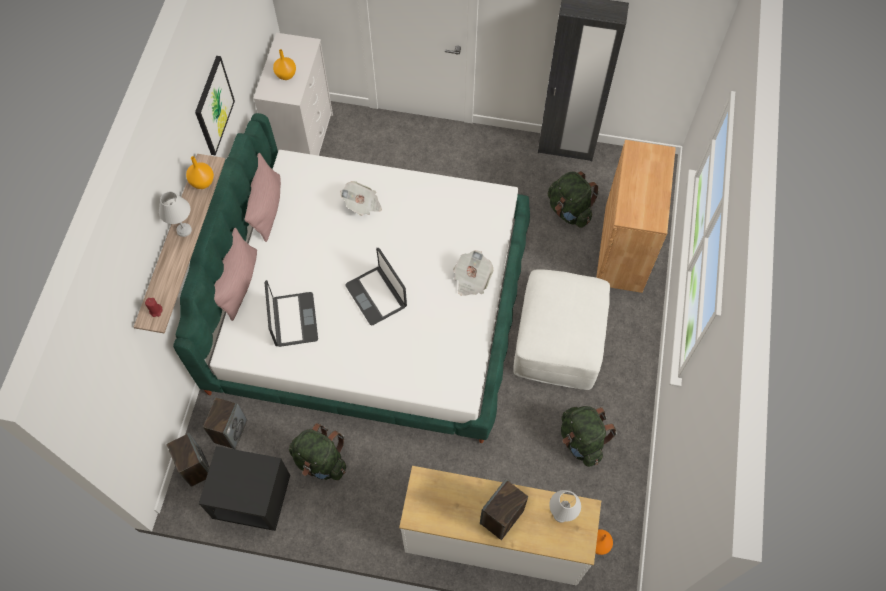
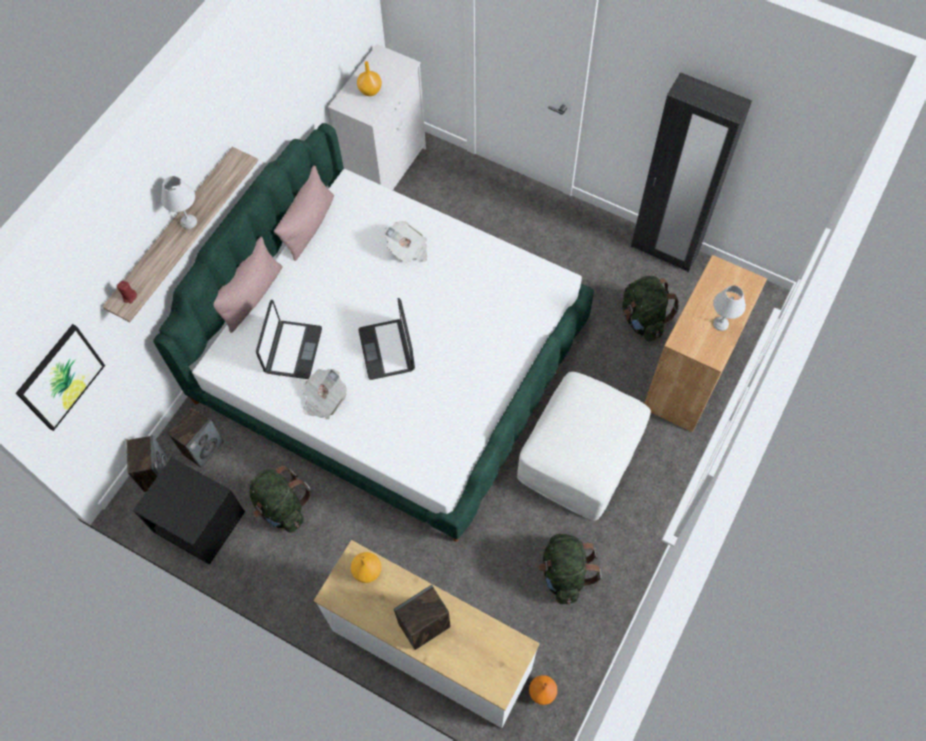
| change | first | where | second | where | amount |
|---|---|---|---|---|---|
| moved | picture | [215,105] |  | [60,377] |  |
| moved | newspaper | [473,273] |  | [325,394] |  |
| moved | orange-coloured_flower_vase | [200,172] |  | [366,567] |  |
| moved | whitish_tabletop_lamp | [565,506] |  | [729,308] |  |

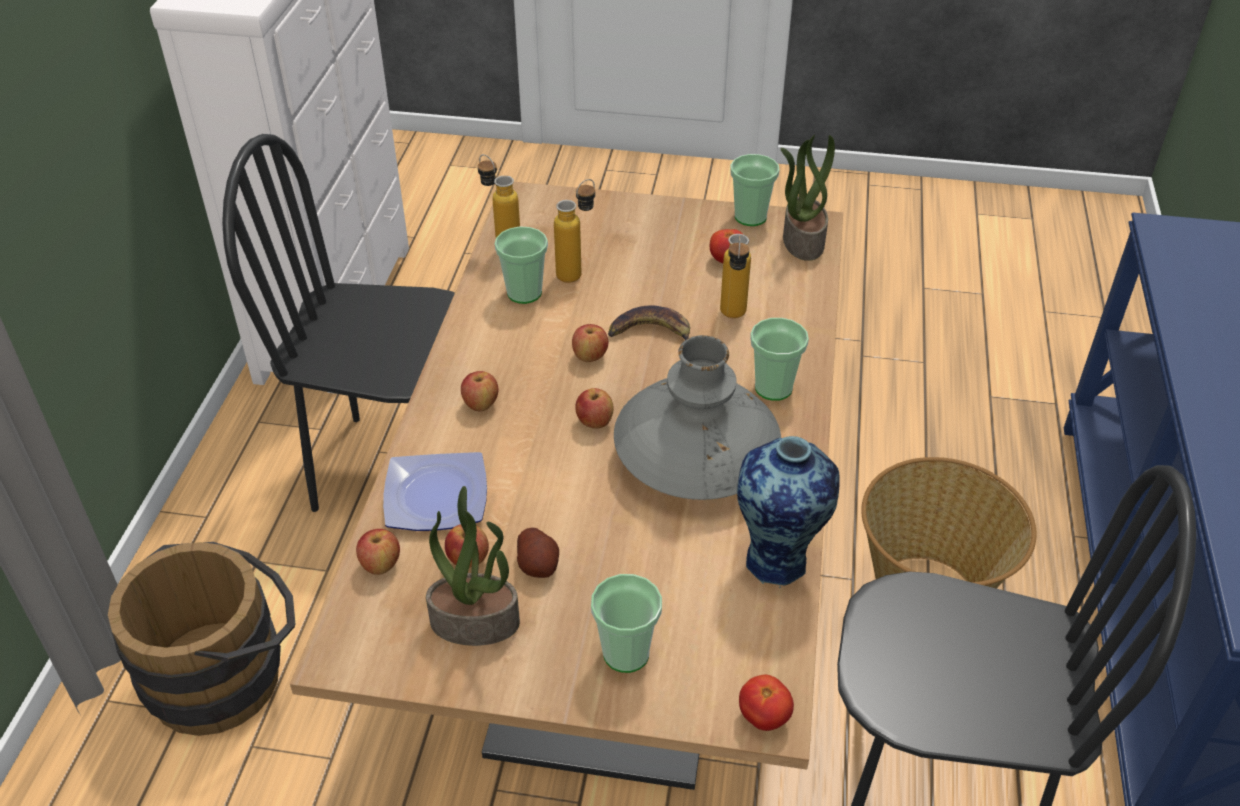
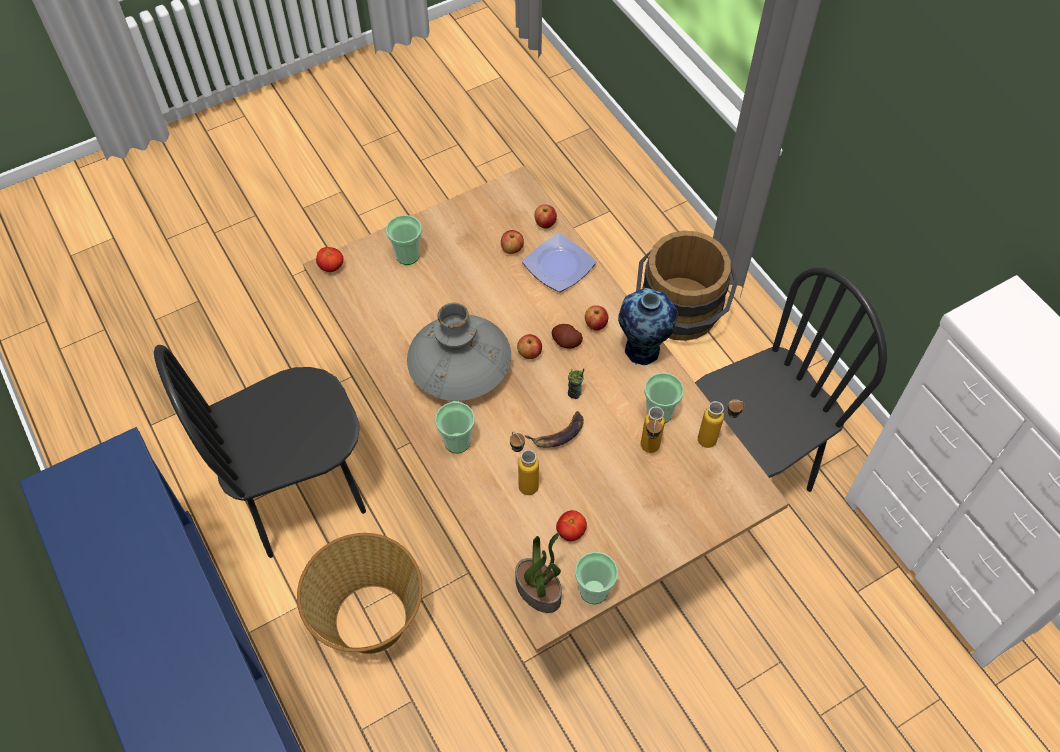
| change | first | where | second | where | amount |
|---|---|---|---|---|---|
| moved | spud | [538,553] |  | [567,336] |  |
| replaced | apple_fruit | [590,343] | cup | [576,383] |  |
| moved | flower_vase | [788,512] |  | [648,326] |  |
| removed | potted_plant | [473,566] |  |  |  |

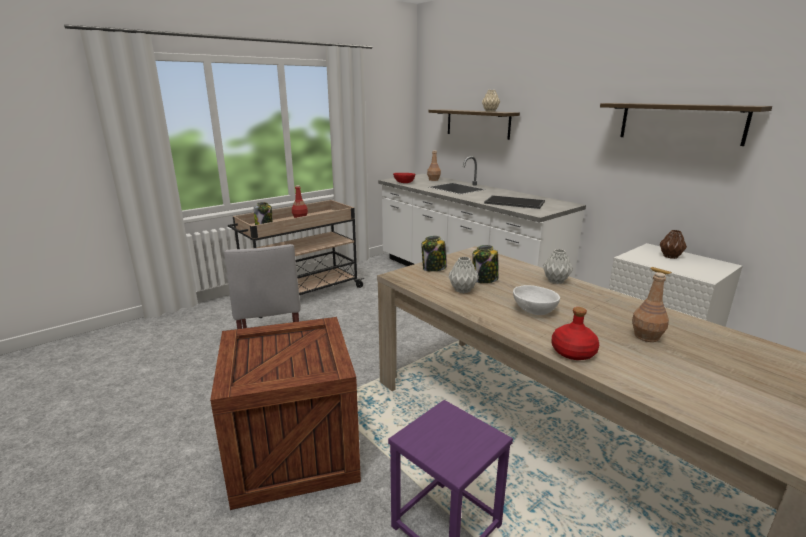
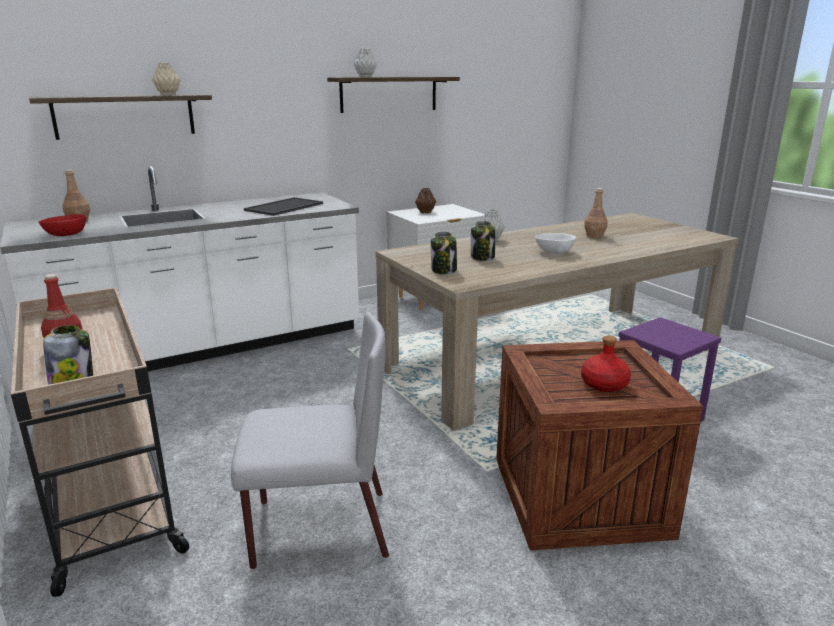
| change | first | where | second | where | amount |
|---|---|---|---|---|---|
| moved | grey_flower_vase | [464,275] |  | [365,62] |  |
| moved | red-coloured_beverage_bottle | [575,333] |  | [606,364] |  |

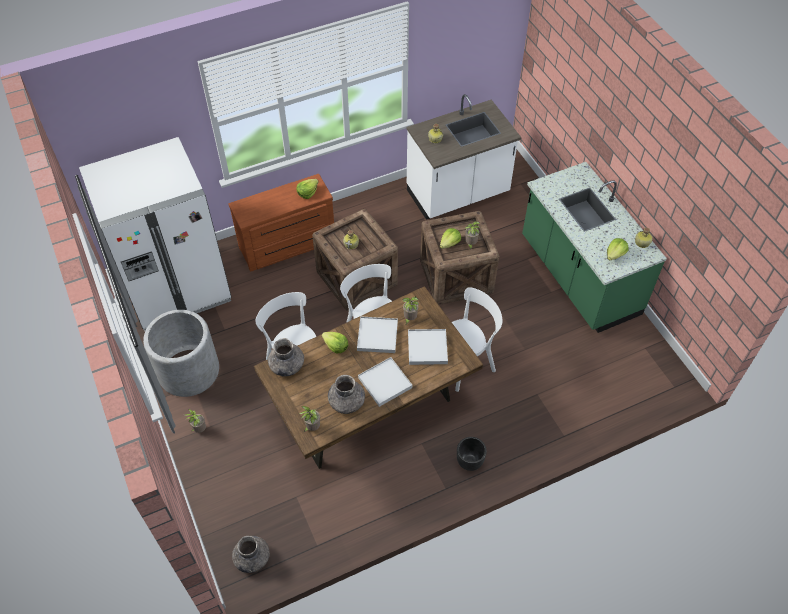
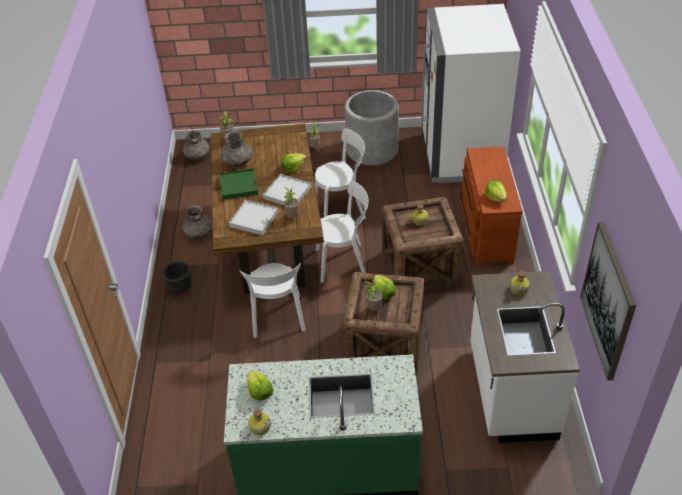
| change | first | where | second | where | amount |
|---|---|---|---|---|---|
| moved | grey_flower_vase | [286,357] |  | [197,222] |  |
| recoloured | whitish_carrying_tray | [385,382] | greenish_carrying_tray | [238,184] |  |
| added |  |  | picture | [608,301] |  |

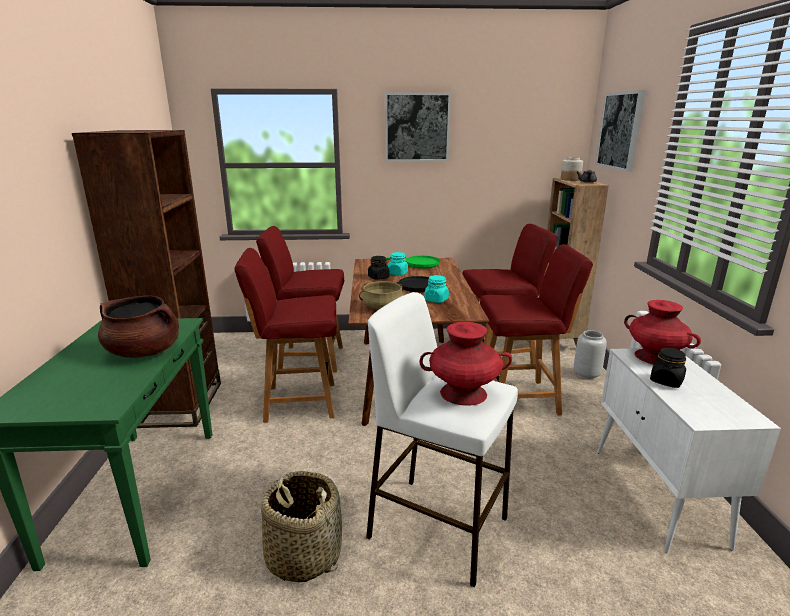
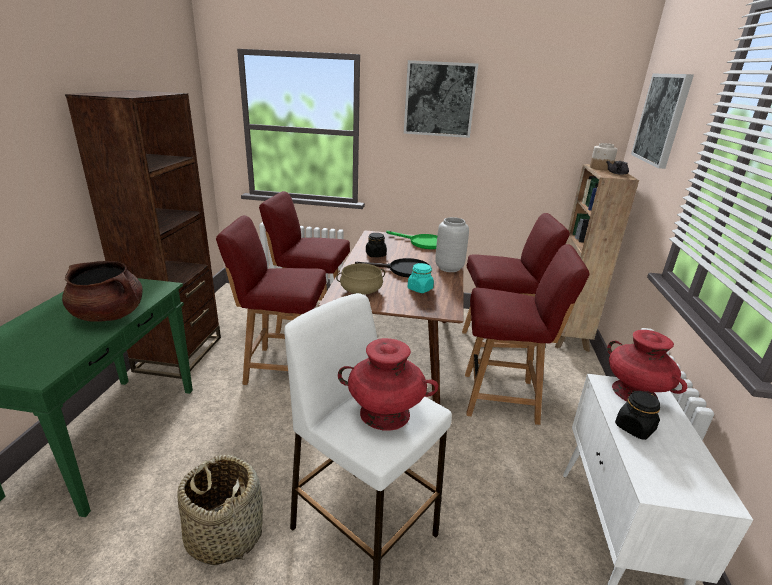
| change | first | where | second | where | amount |
|---|---|---|---|---|---|
| moved | grey_flower_vase | [590,354] |  | [452,244] |  |
| removed | blue-green_jar | [398,263] |  |  |  |

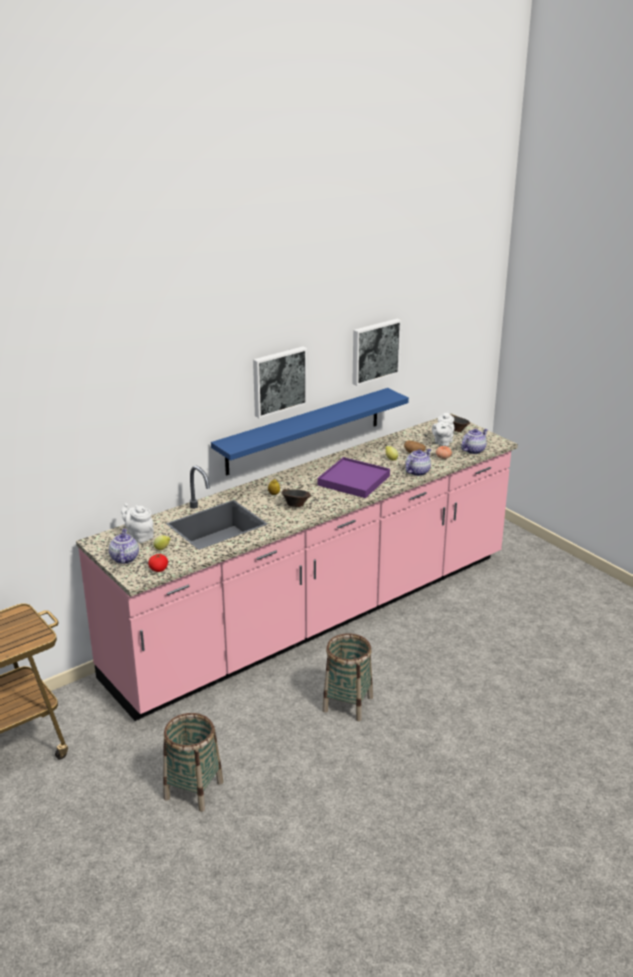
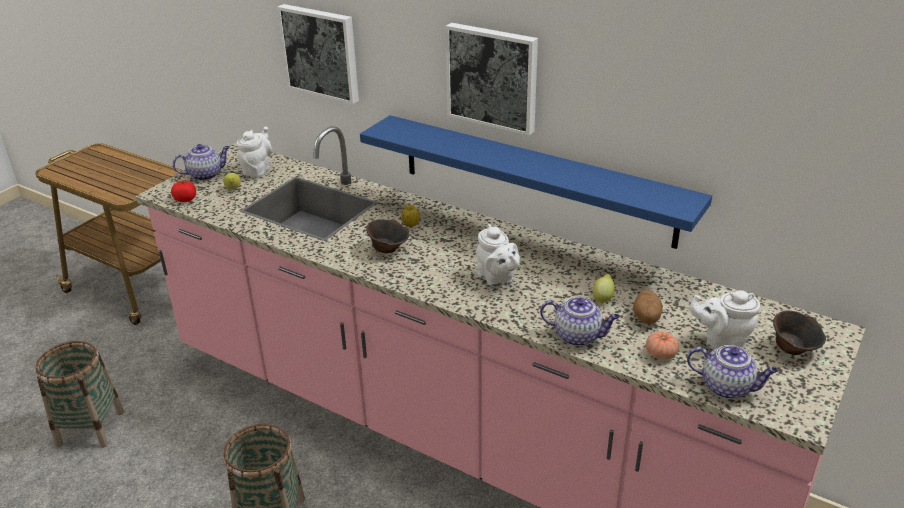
| change | first | where | second | where | amount |
|---|---|---|---|---|---|
| moved | picture | [377,352] |  | [318,54] |  |
| replaced | purplish_carrying_tray | [354,477] | whitish_pot_for_tea | [498,255] |  |

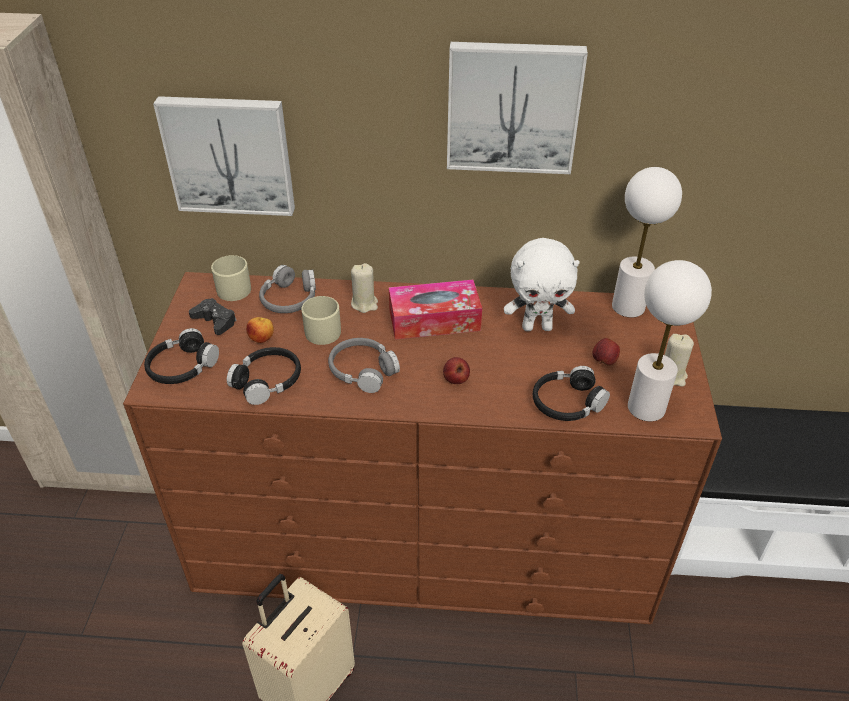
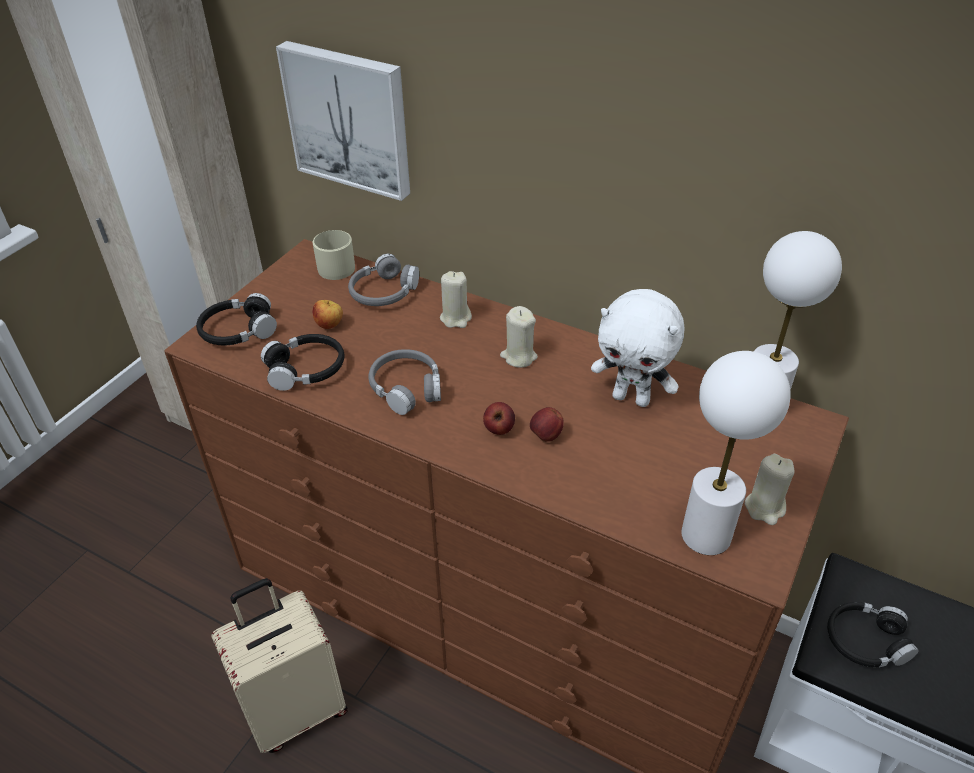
| change | first | where | second | where | amount |
|---|---|---|---|---|---|
| replaced | tissue_box | [435,309] | sand-coloured_wax_candle | [519,337] |  |
| moved | apple_fruit | [606,351] |  | [547,424] |  |
| moved | black_pair_of_headphones | [571,393] |  | [873,634] |  |
| removed | black_joypad | [213,316] |  |  |  |
| removed | sand-coloured_mug | [321,320] |  |  |  |
| removed | picture | [517,108] |  |  |  |

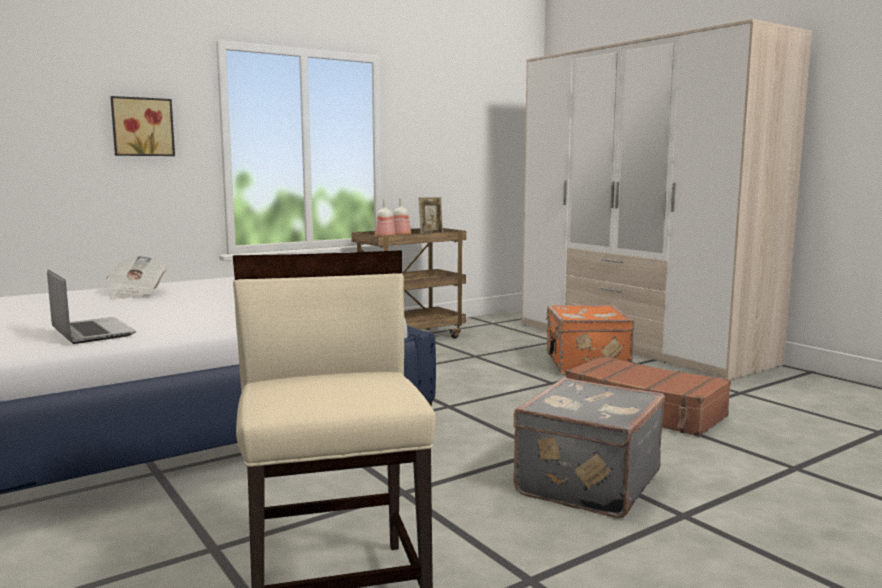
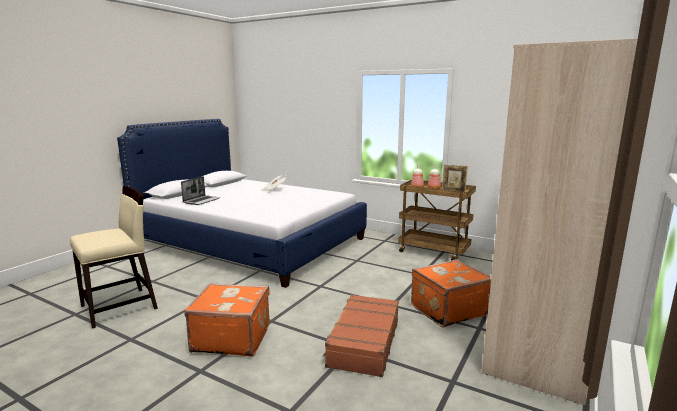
| change | first | where | second | where | amount |
|---|---|---|---|---|---|
| recoloured | grey_suitcase | [589,448] | orange-coloured_suitcase | [227,319] |  |
| removed | picture | [142,126] |  |  |  |

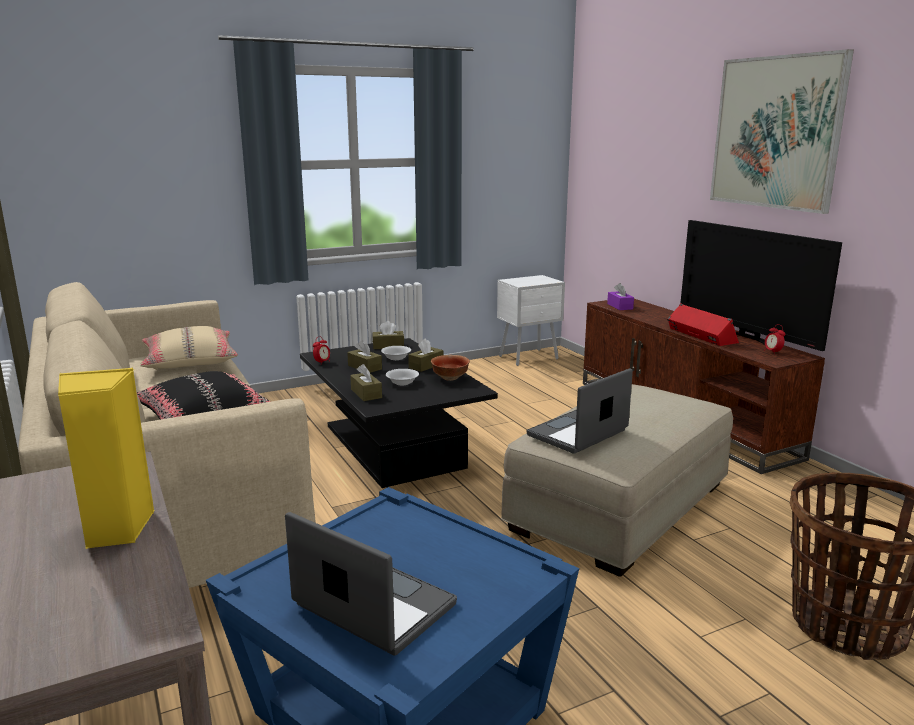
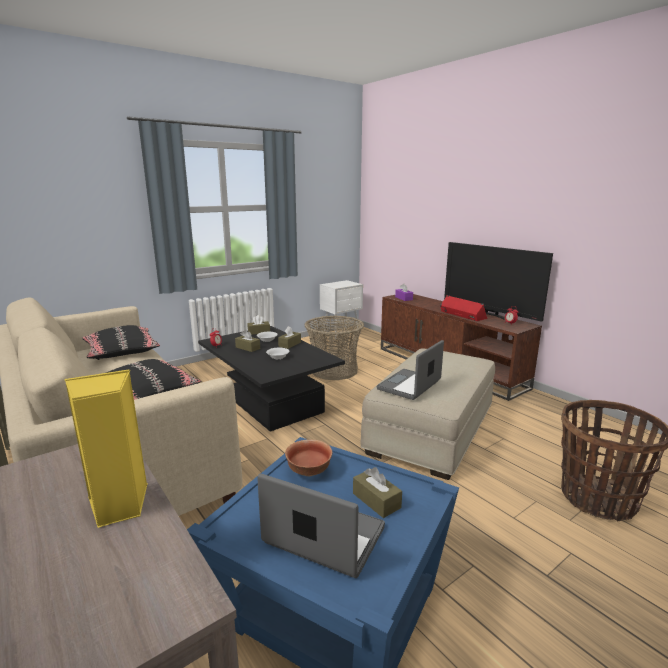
| change | first | where | second | where | amount |
|---|---|---|---|---|---|
| recoloured | sand-coloured_pillow | [189,348] | black_pillow | [121,342] |  |
| moved | serving_bowl | [450,368] |  | [308,457] |  |
| added |  |  | household_basket | [334,348] |  |
| moved | brown-coloured_tissue_box | [366,382] |  | [377,492] |  |
| removed | picture | [782,131] |  |  |  |

